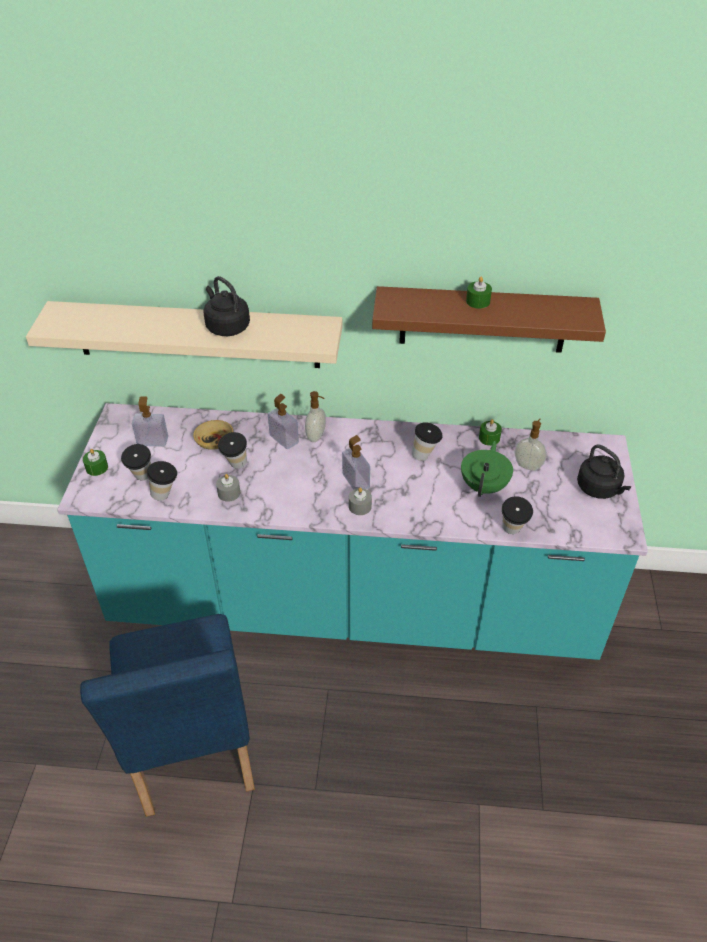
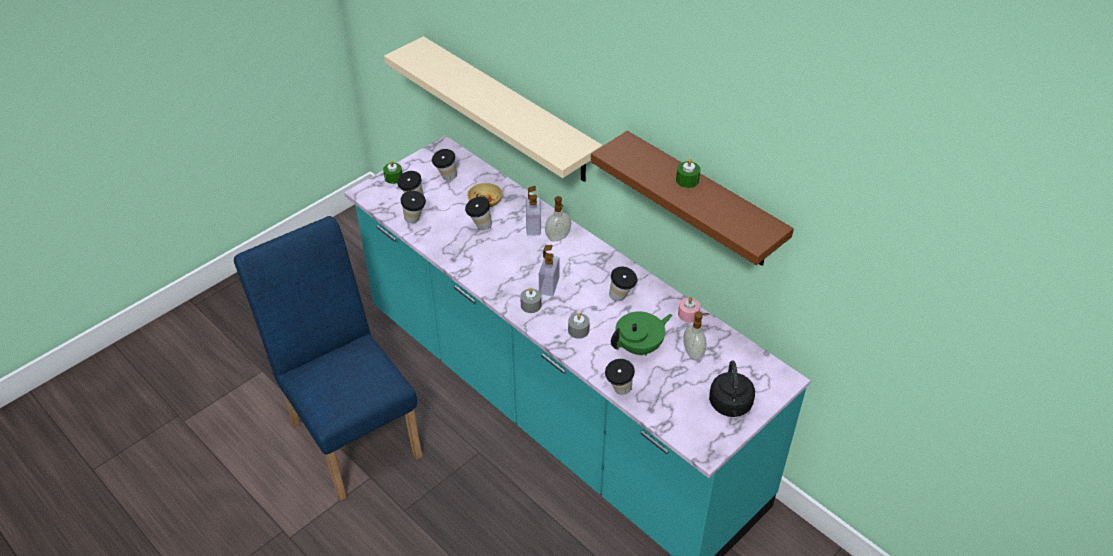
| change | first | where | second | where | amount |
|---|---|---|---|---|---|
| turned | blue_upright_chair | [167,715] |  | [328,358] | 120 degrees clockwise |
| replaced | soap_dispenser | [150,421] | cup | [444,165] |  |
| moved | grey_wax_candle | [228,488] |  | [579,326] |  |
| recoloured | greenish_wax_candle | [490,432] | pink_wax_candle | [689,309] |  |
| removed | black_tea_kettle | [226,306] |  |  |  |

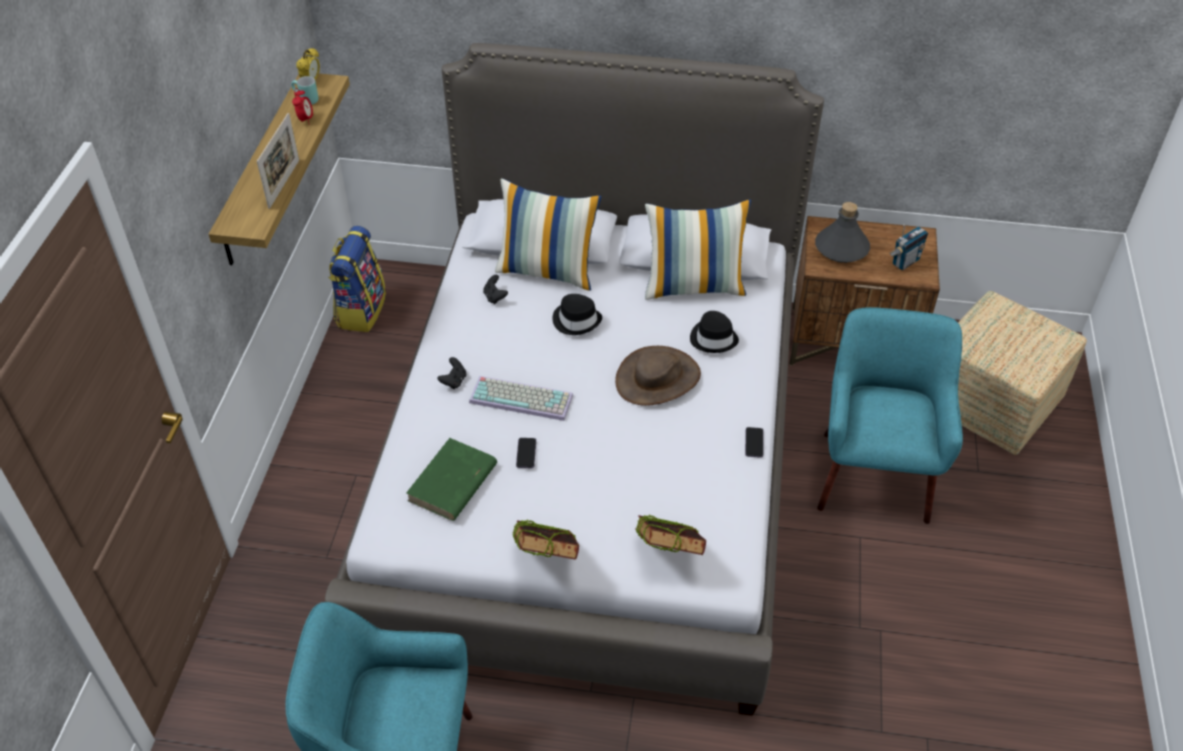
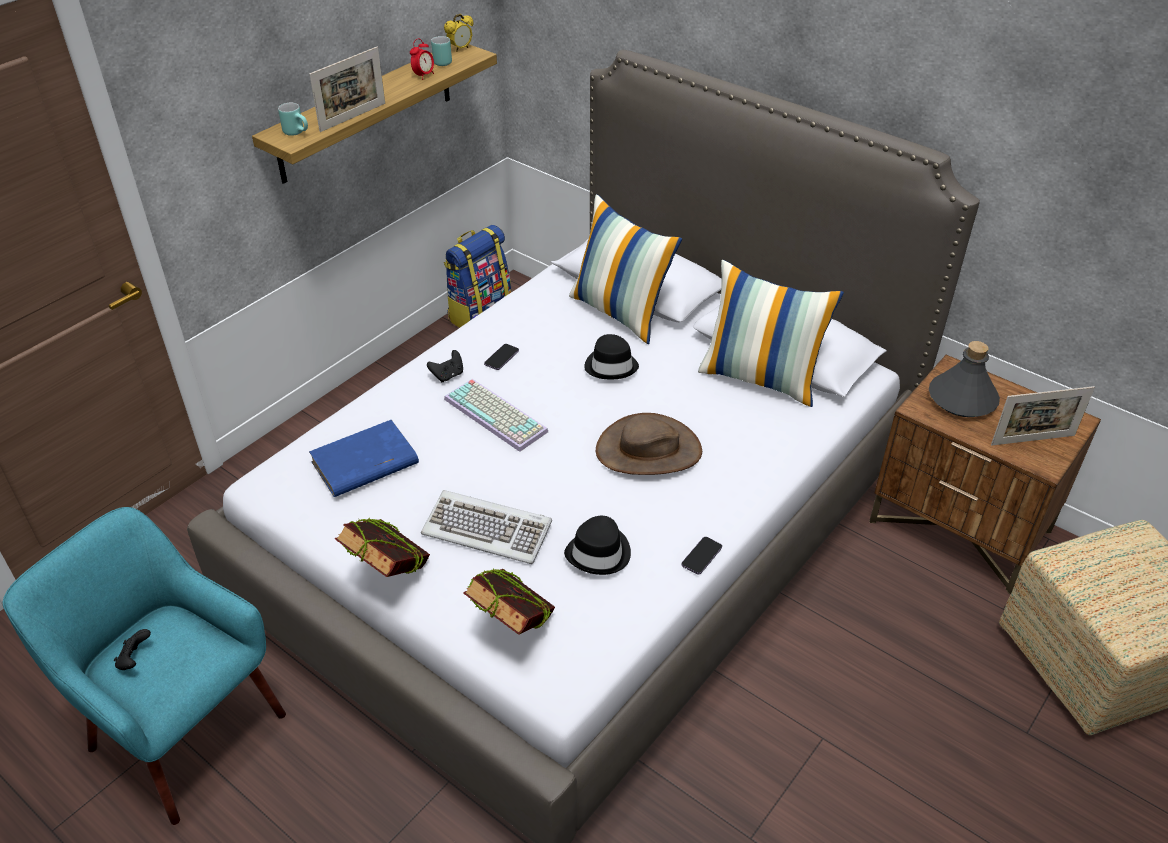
| change | first | where | second | where | amount |
|---|---|---|---|---|---|
| moved | black_joypad | [495,289] |  | [132,649] |  |
| added |  |  | blue-green_mug | [293,119] |  |
| recoloured | greenish_book | [451,479] | blue_book | [364,458] |  |
| added |  |  | keyboard | [486,527] |  |
| moved | phone | [526,453] |  | [501,357] |  |
| moved | black_clothing_hat | [714,332] |  | [597,545] |  |
| replaced | radio_receiver | [909,247] | standing_frame | [1043,415] |  |
| removed | blue-green_easy_chair | [890,415] |  |  |  |

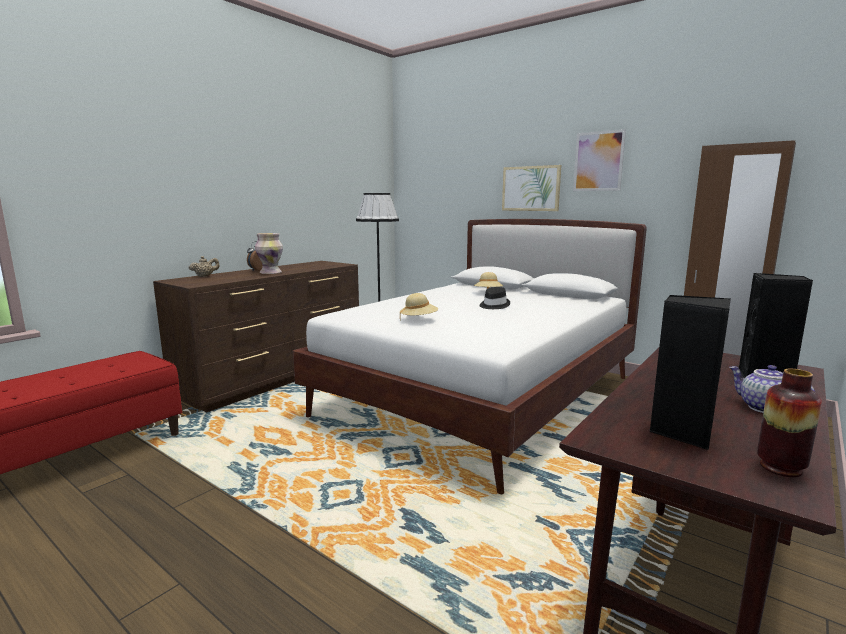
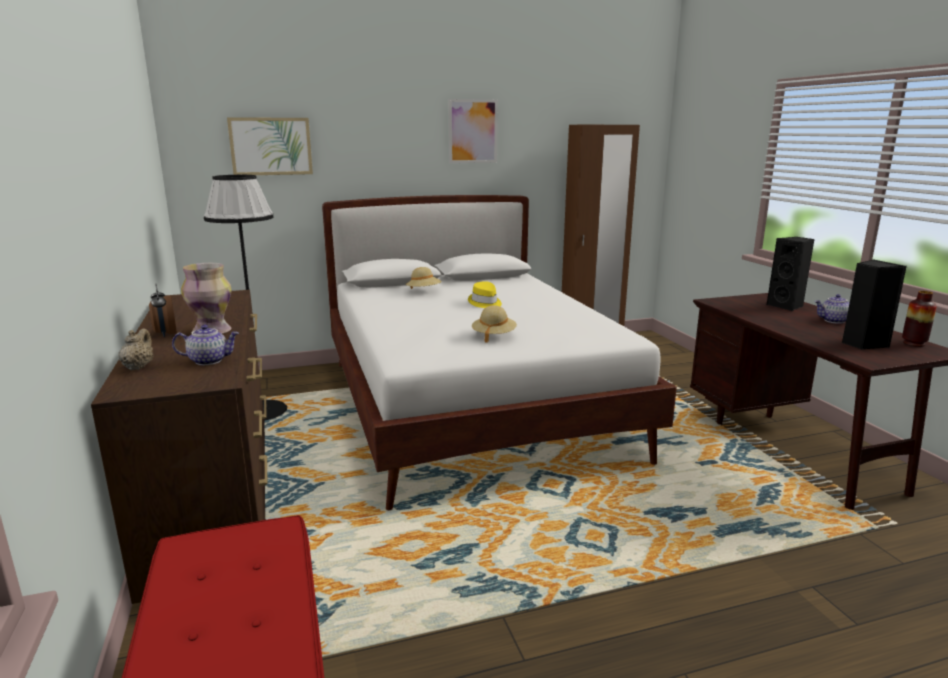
| change | first | where | second | where | amount |
|---|---|---|---|---|---|
| added |  |  | pot_for_tea | [205,345] |  |
| moved | picture | [531,188] |  | [270,146] |  |
| recoloured | black_clothing_hat | [495,298] | yellow-coloured_clothing_hat | [485,295] |  |

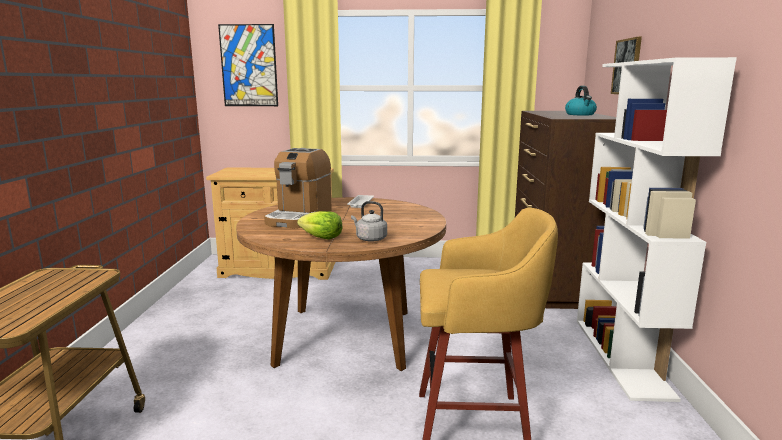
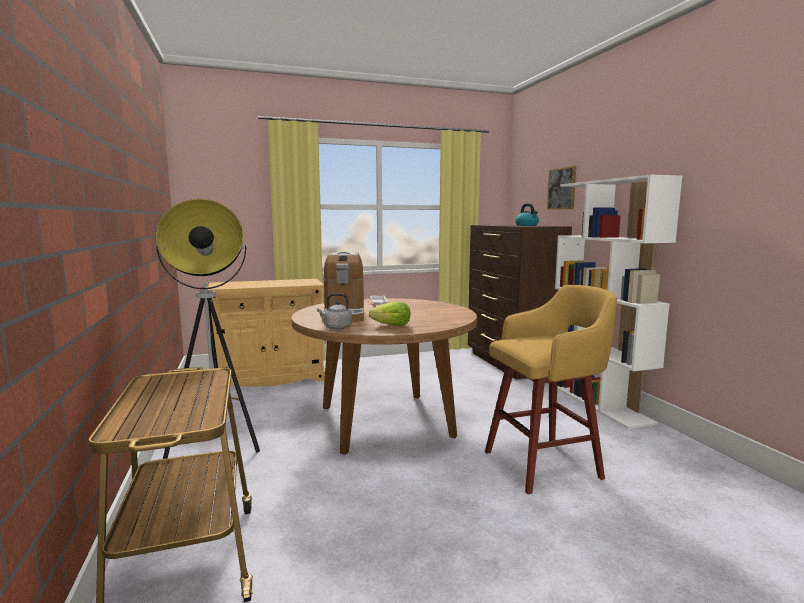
| change | first | where | second | where | amount |
|---|---|---|---|---|---|
| added |  |  | floor_lamp | [208,329] |  |
| moved | grey_tea_kettle | [369,221] |  | [334,311] |  |
| removed | picture | [248,65] |  |  |  |

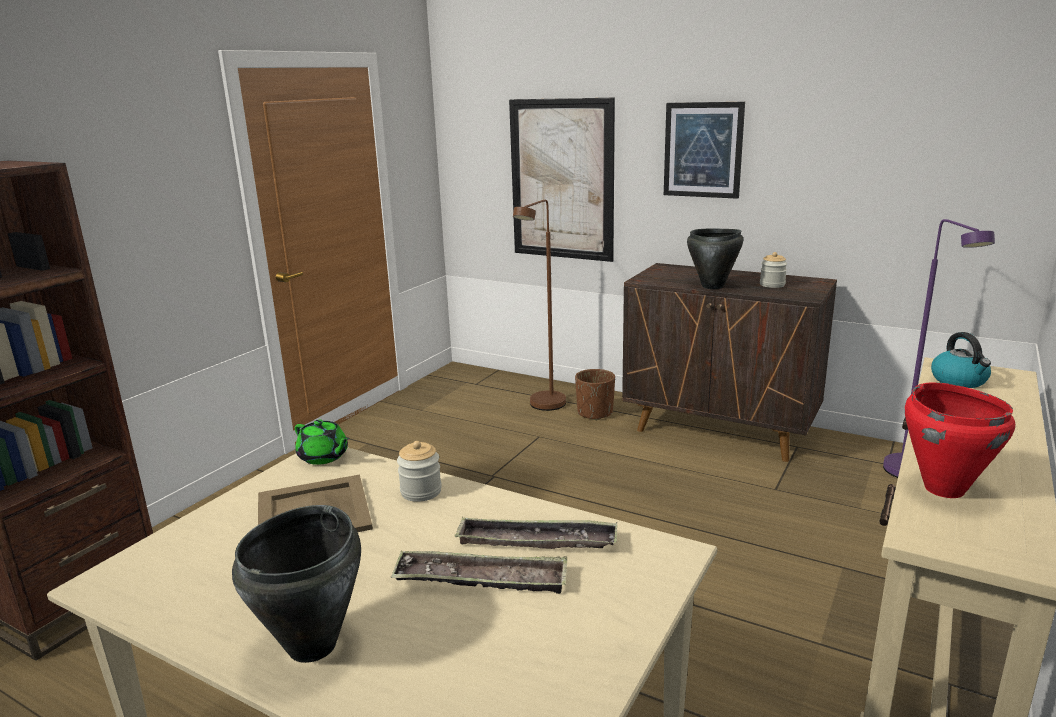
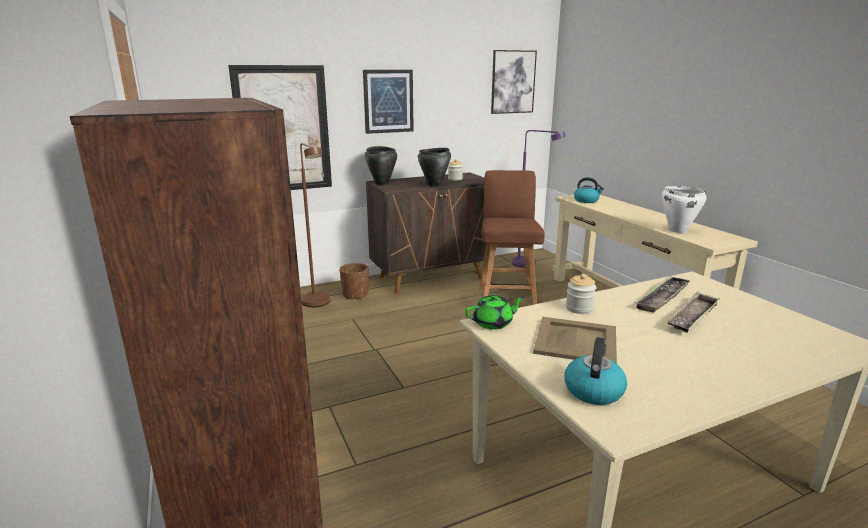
| change | first | where | second | where | amount |
|---|---|---|---|---|---|
| moved | black_stockpot | [296,584] |  | [381,165] |  |
| added |  |  | brown-coloured_upright_chair | [512,237] |  |
| added |  |  | picture | [514,82] |  |
| added |  |  | tea_kettle | [595,371] |  |
| recoloured | red-coloured_stockpot | [960,440] | whitish_stockpot | [684,209] |  |

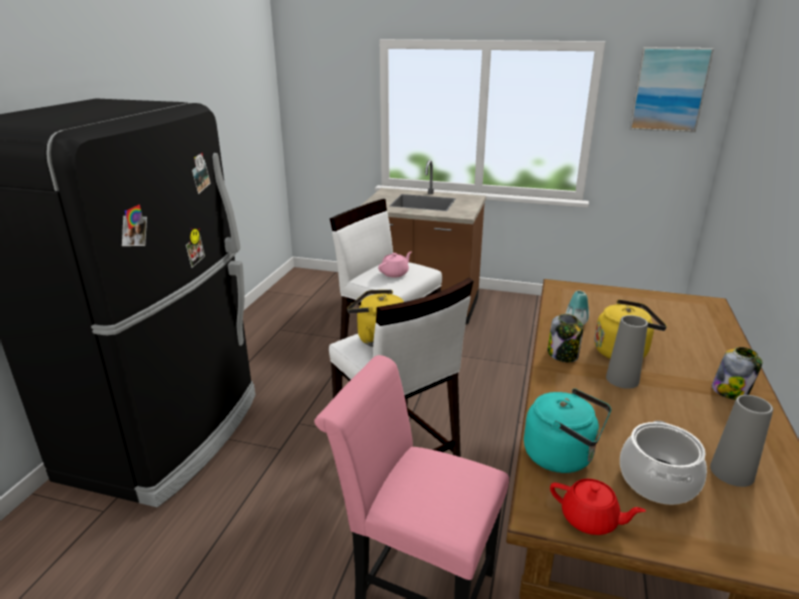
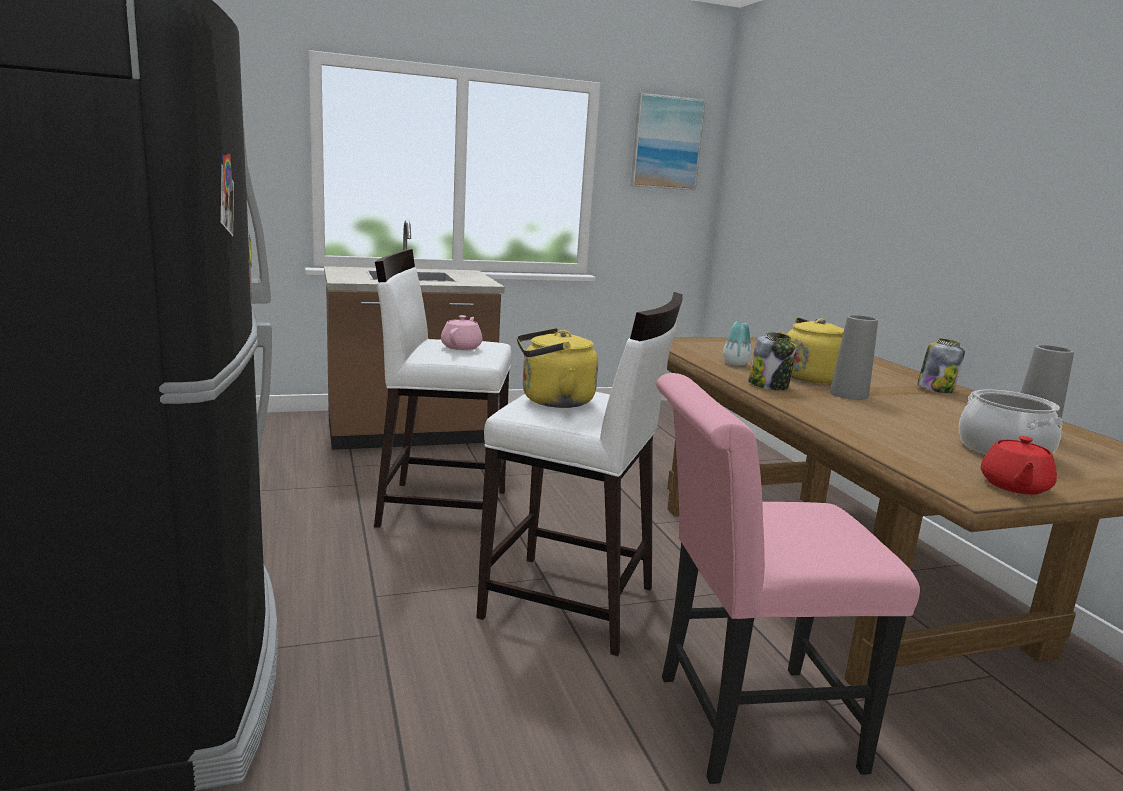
| change | first | where | second | where | amount |
|---|---|---|---|---|---|
| turned | red-coloured_pot_for_tea | [598,507] |  | [1019,465] | 120 degrees clockwise |
| removed | blue-green_tea_kettle | [567,430] |  |  |  |

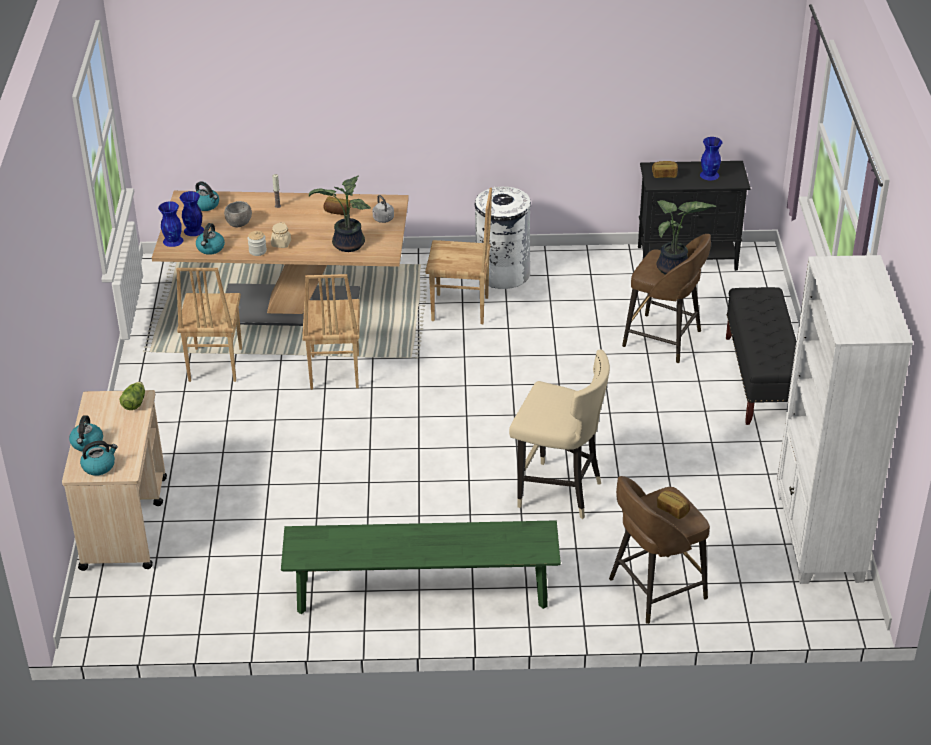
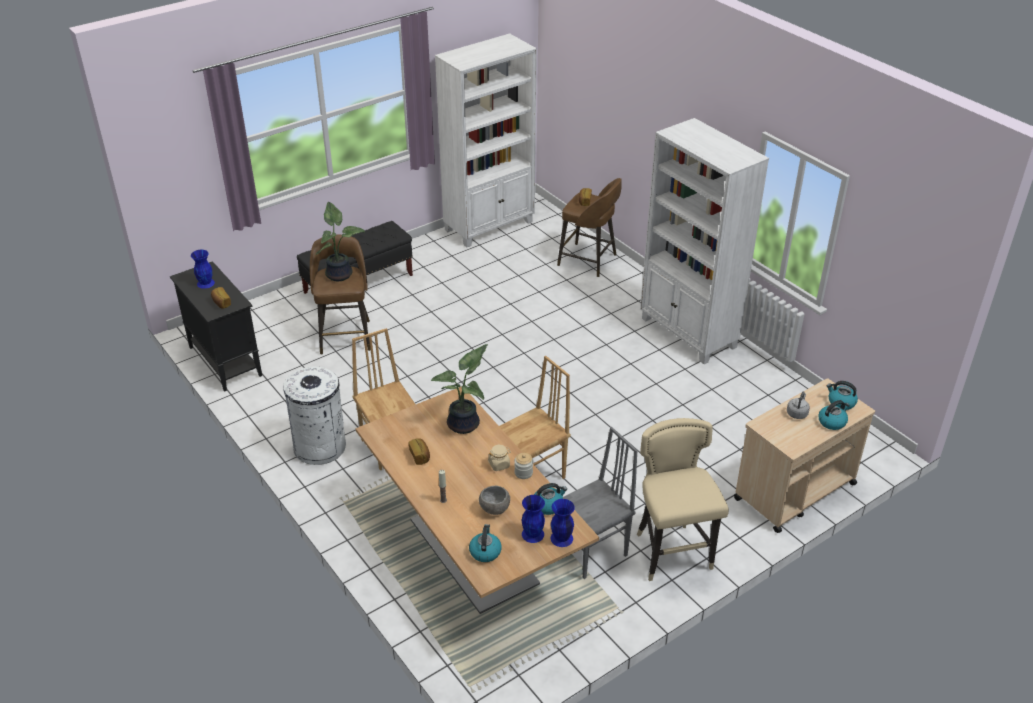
| change | first | where | second | where | amount |
|---|---|---|---|---|---|
| recoloured | brown-coloured_upright_chair | [209,325] | grey_upright_chair | [600,503] |  |
| moved | sand-coloured_stool | [559,434] |  | [683,499] |  |
| replaced | greenish_long_seat | [421,567] | whitish_bookshelf | [704,241] |  |
| moved | grey_tea_kettle | [383,209] |  | [798,405] |  |
| removed | head_of_lettuce | [132,395] |  |  |  |

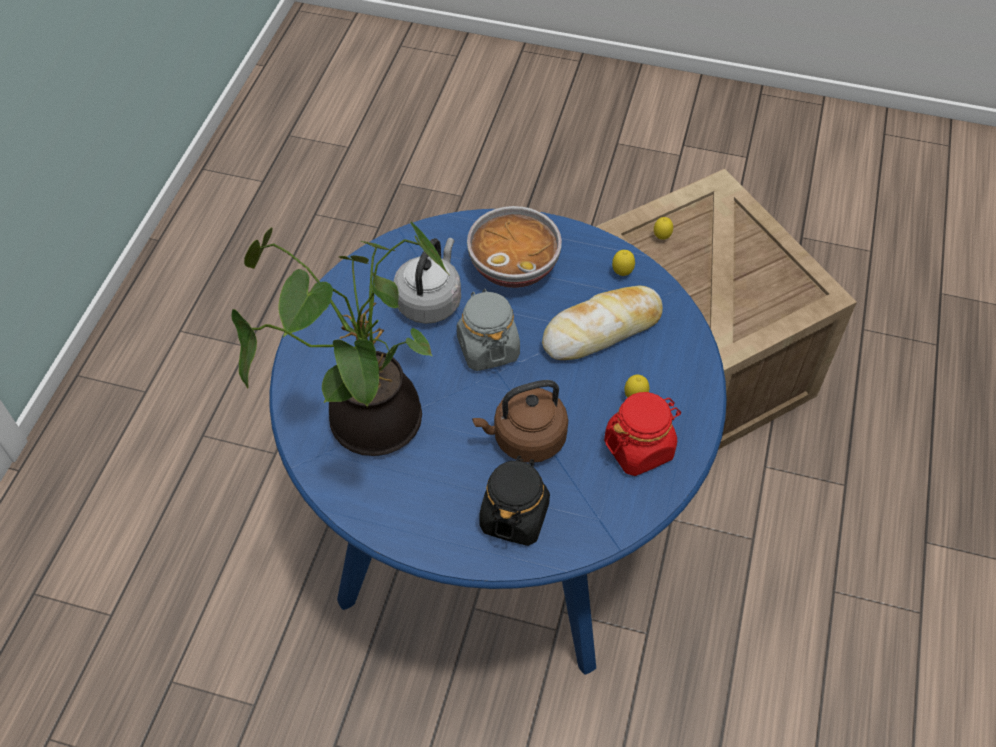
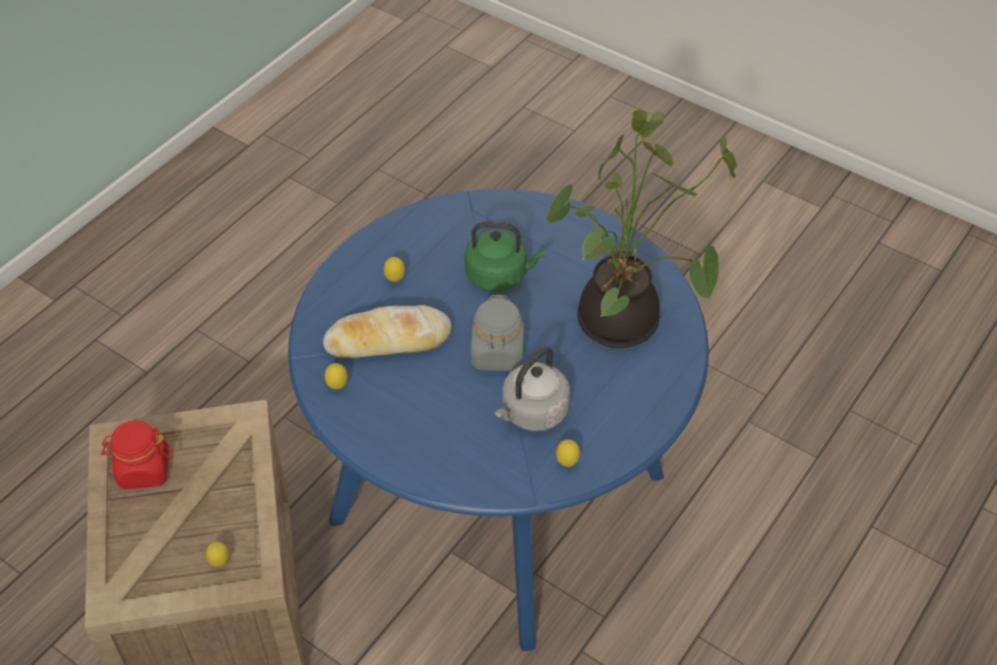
| change | first | where | second | where | amount |
|---|---|---|---|---|---|
| moved | red-coloured_jar | [642,434] |  | [136,454] |  |
| recoloured | brown-coloured_tea_kettle | [520,421] | greenish_tea_kettle | [505,256] |  |
| added |  |  | whole_lemon | [568,453] |  |
| removed | serving_bowl | [514,247] |  |  |  |
| removed | black_jar | [515,501] |  |  |  |

